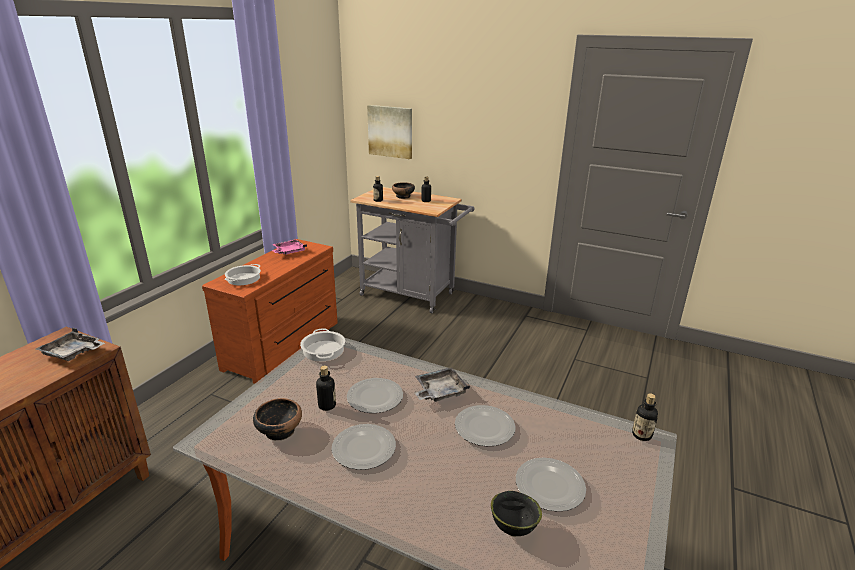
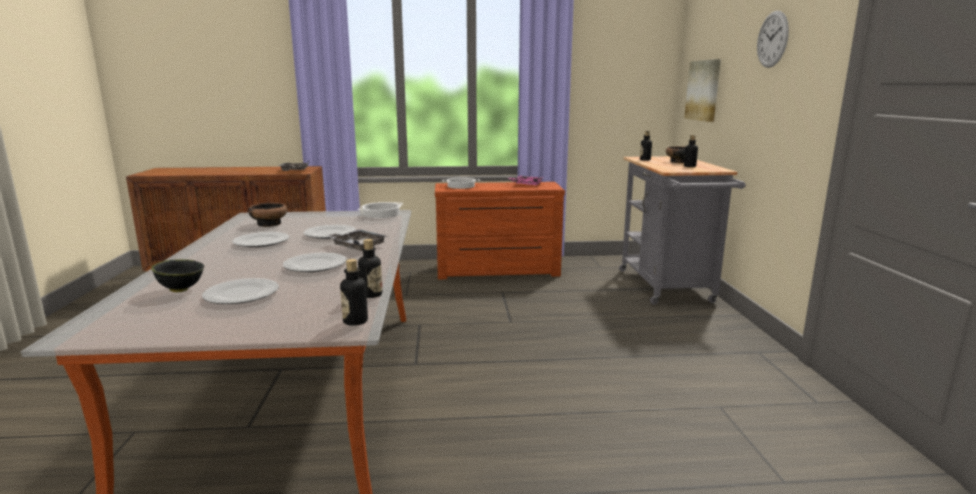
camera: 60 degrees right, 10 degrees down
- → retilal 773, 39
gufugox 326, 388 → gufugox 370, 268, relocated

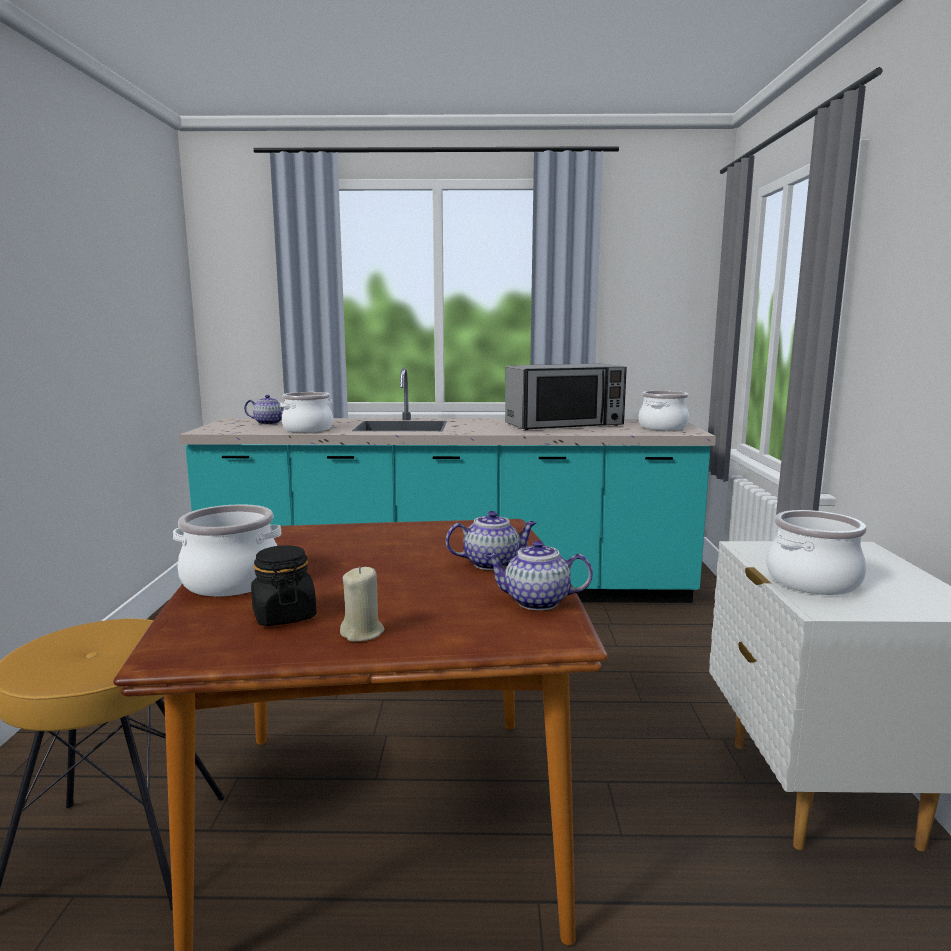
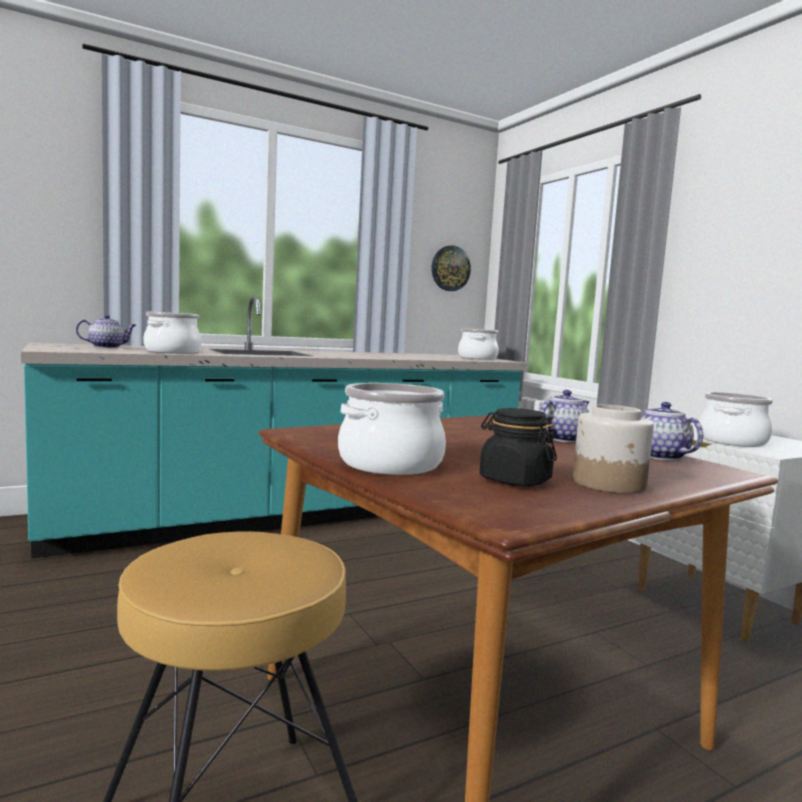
camera: 30 degrees left, 5 degrees down
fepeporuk 566, 397 → -
- → retilal 451, 268
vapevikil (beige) 362, 604 → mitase 613, 449
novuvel 539, 575 → novuvel 672, 431, 90 degrees clockwise

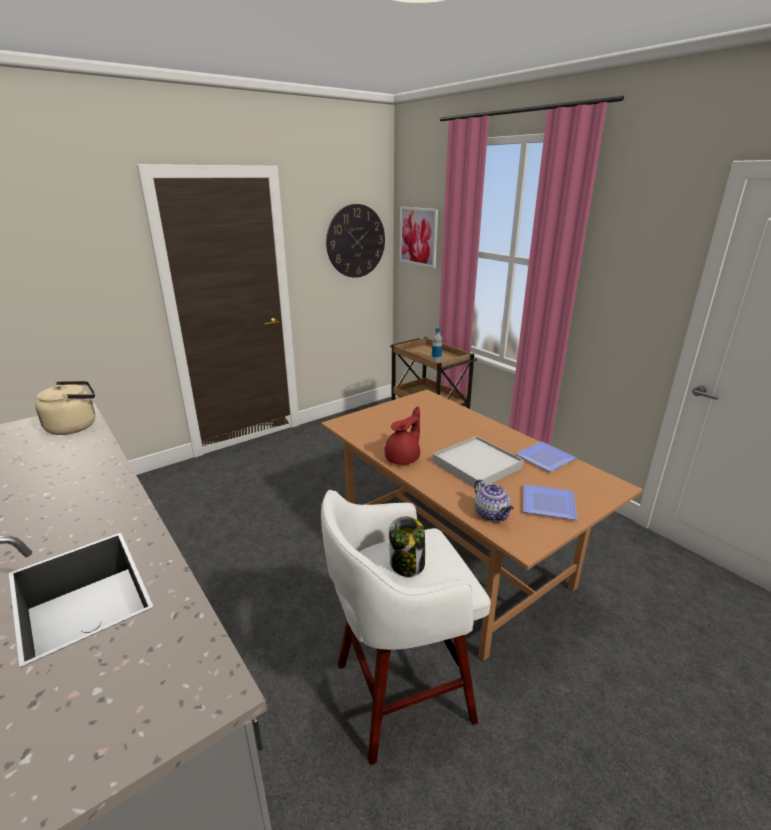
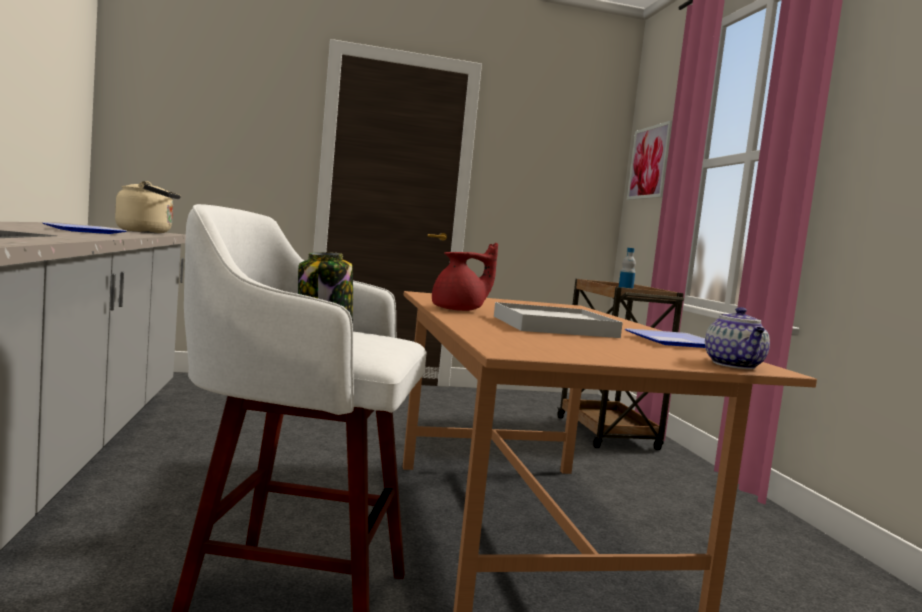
camera: 25 degrees right, 20 degrees down
retilal 355, 241 → -
novuvel 494, 500 → novuvel 737, 338, relocated
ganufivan 550, 502 → ganufivan 84, 228, relocated

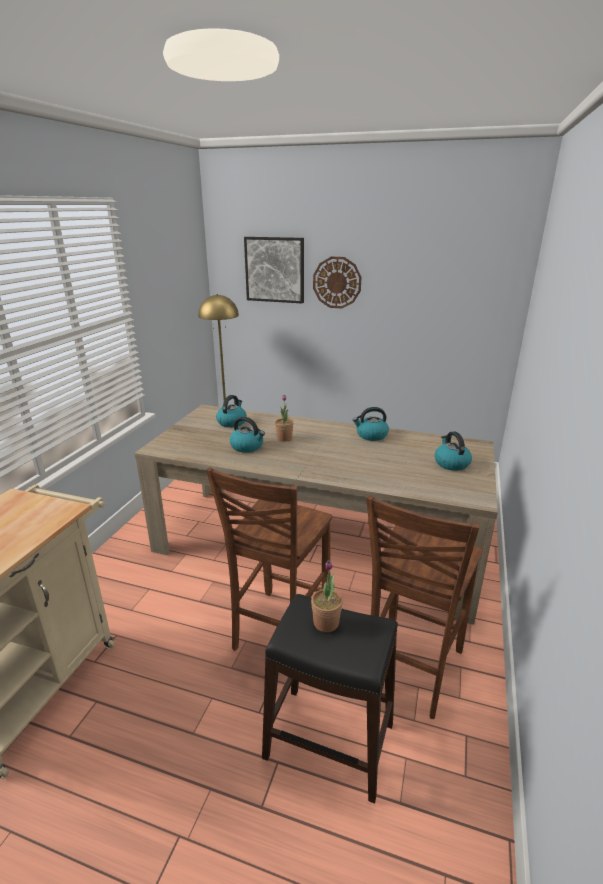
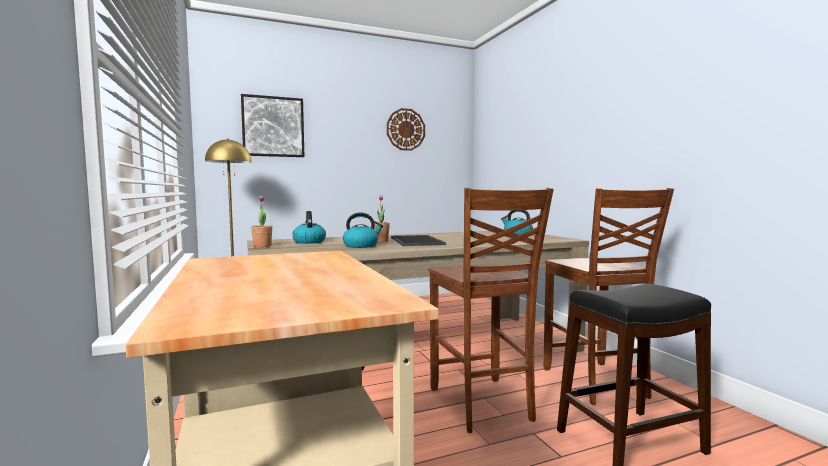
camera: 40 degrees left, 20 degrees down
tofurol 371, 424 → -
- → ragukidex 418, 240
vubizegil 327, 596 → vubizegil 261, 221, relocated
retilal 337, 282 → retilal 406, 129, relocated

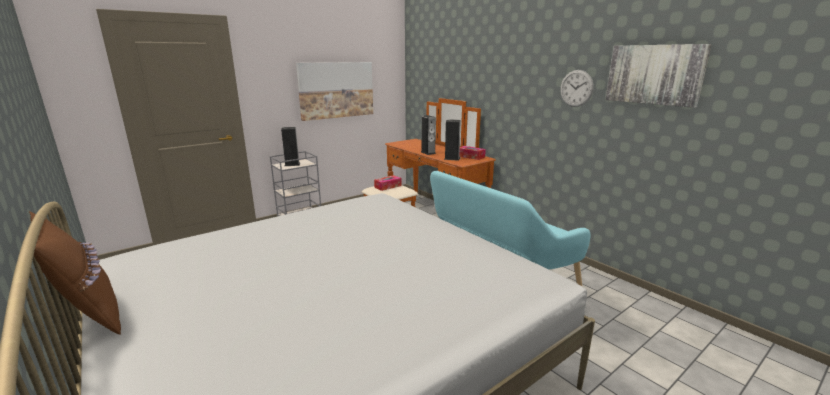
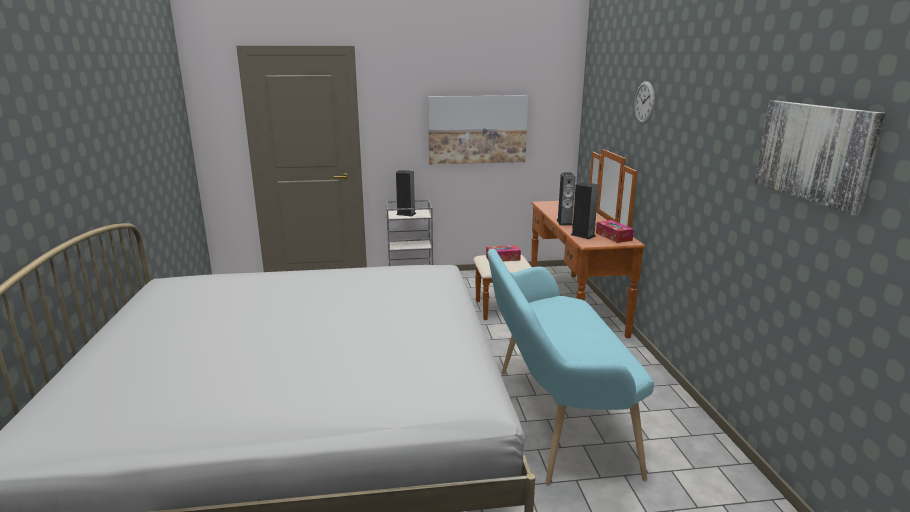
camera: 30 degrees right, 0 degrees up
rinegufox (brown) 75, 273 → -
retilal 577, 88 → retilal 644, 102, relocated

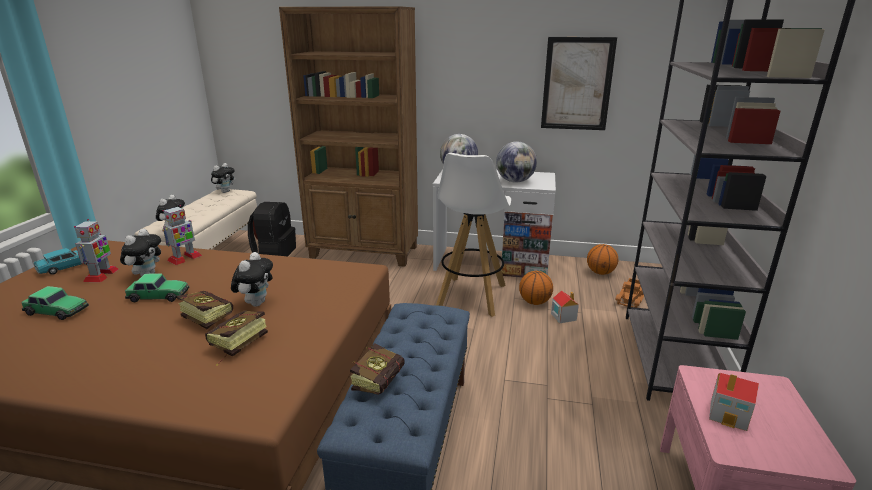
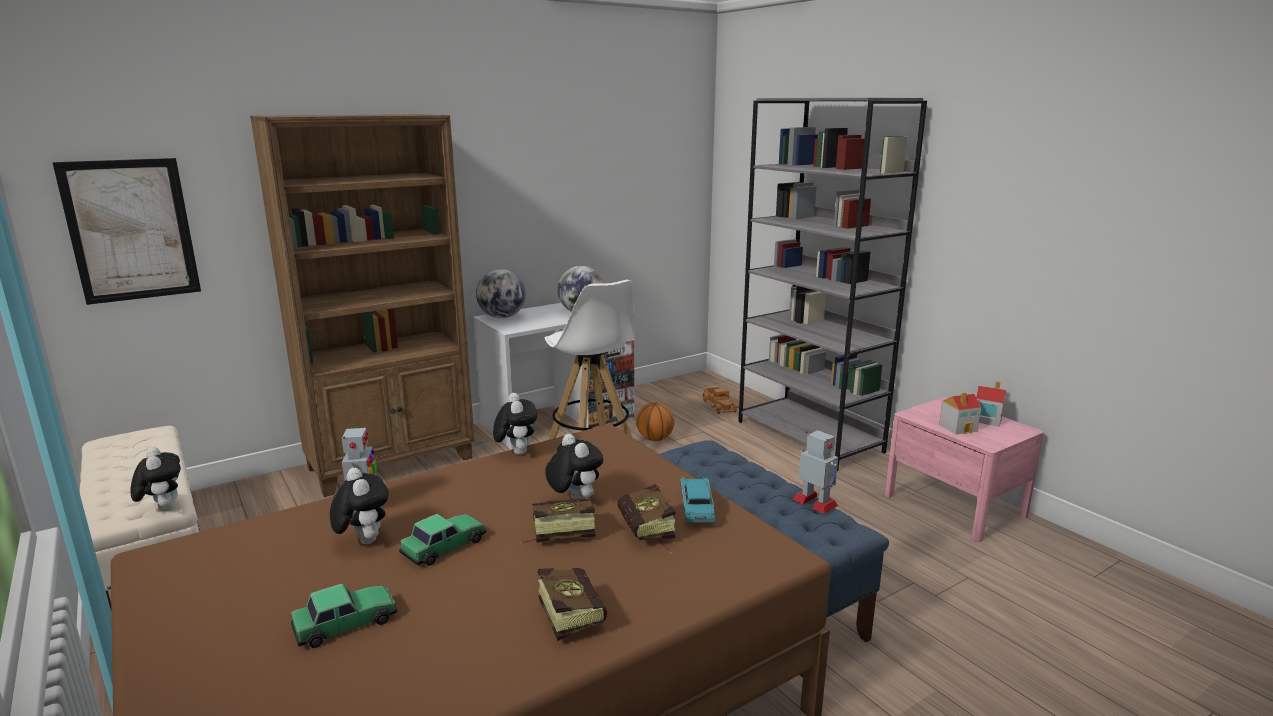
camera: 45 degrees left, 5 degrees down
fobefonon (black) 272, 229 → -
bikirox 602, 259 → -
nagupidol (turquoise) 60, 261 → nagupidol (turquoise) 698, 500, relocated
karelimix 96, 251 → karelimix 815, 472, relocated
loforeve 223, 178 → loforeve 515, 424, relocated
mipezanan 377, 369 → mipezanan 572, 604, relocated
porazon 579, 83 → porazon 126, 231, relocated
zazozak 565, 306 → zazozak 991, 404, relocated

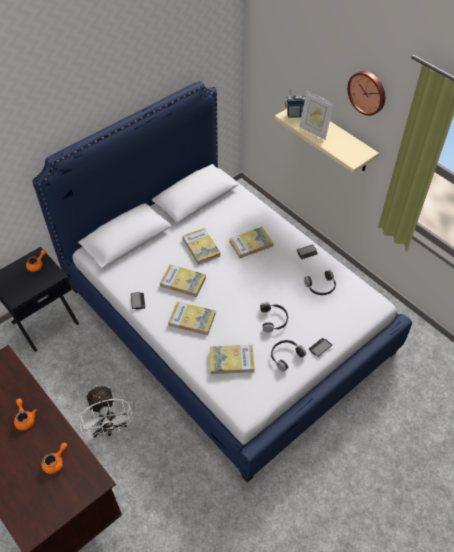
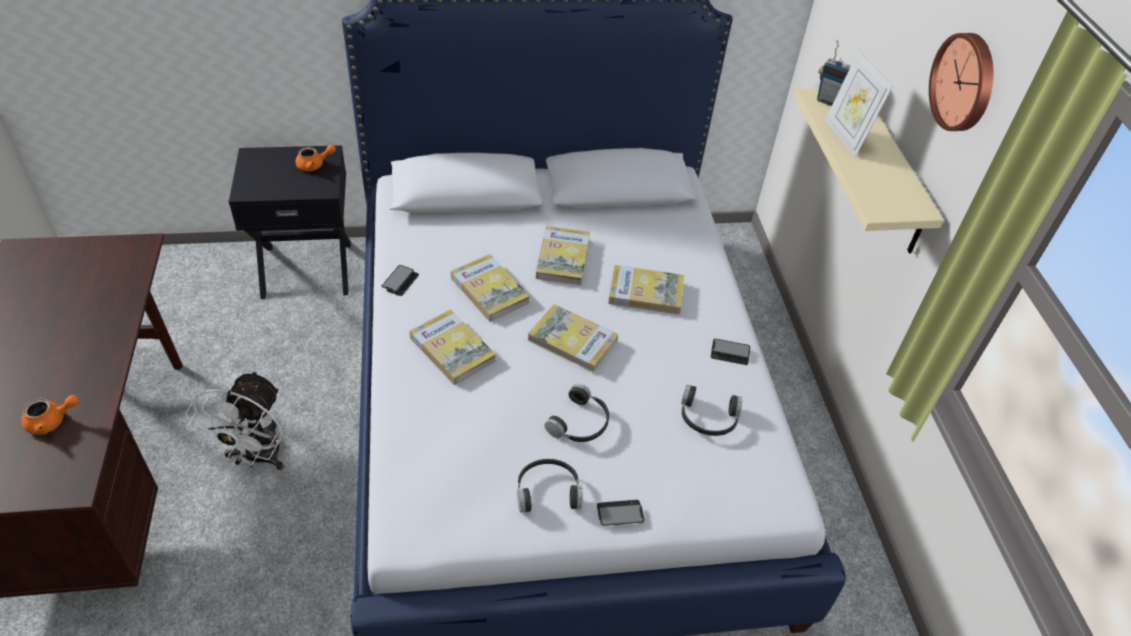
camera: 30 degrees right, 5 degrees down
novuvel (orange) 25, 414 → -
mipezanan 232, 359 → mipezanan 573, 338, relocated

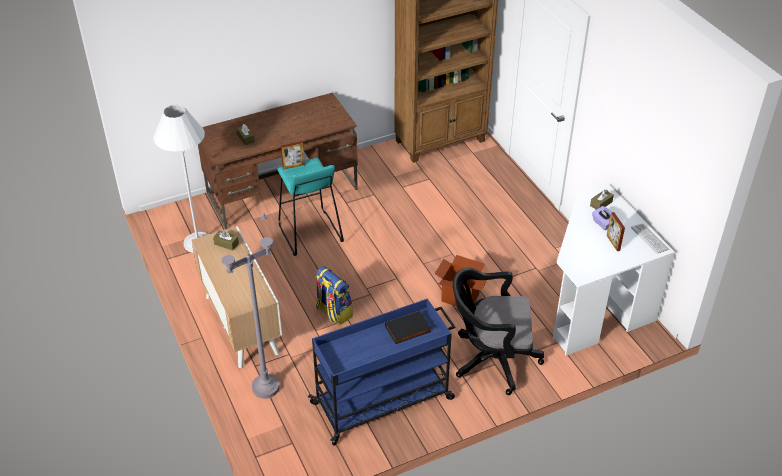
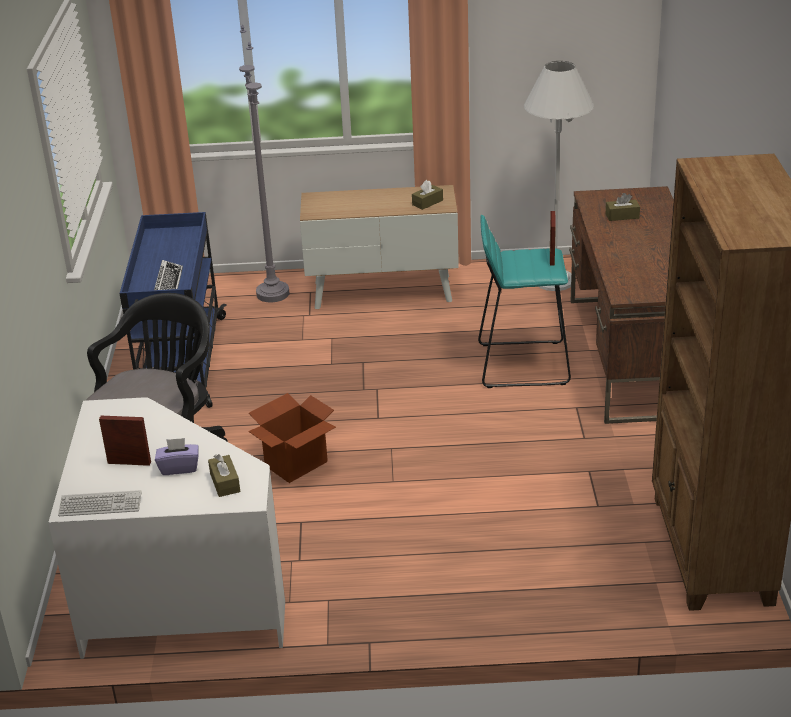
camera: 115 degrees right, 10 degrees down
fobefonon 334, 295 → -
mipezanan (black) 408, 327 → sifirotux 168, 275

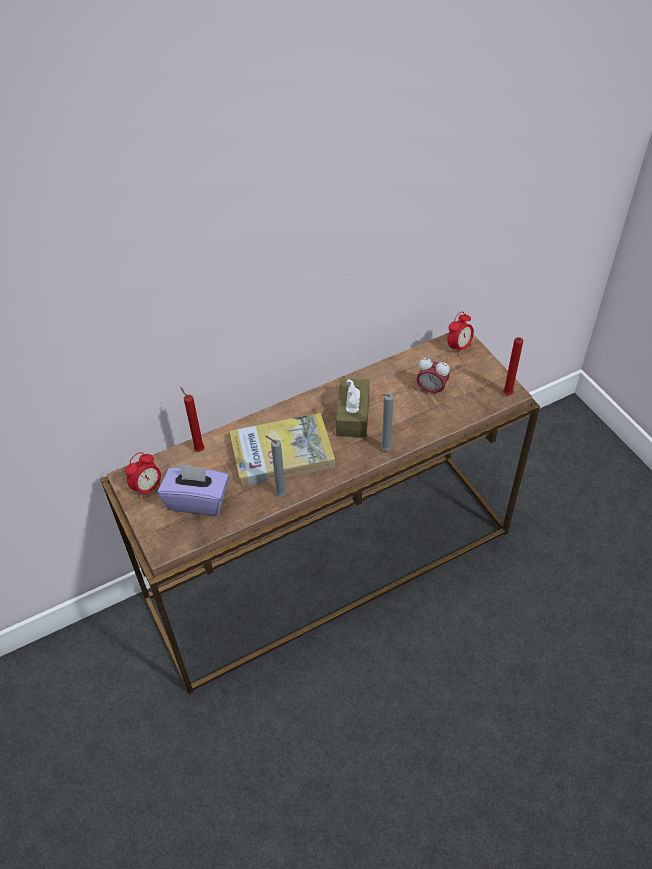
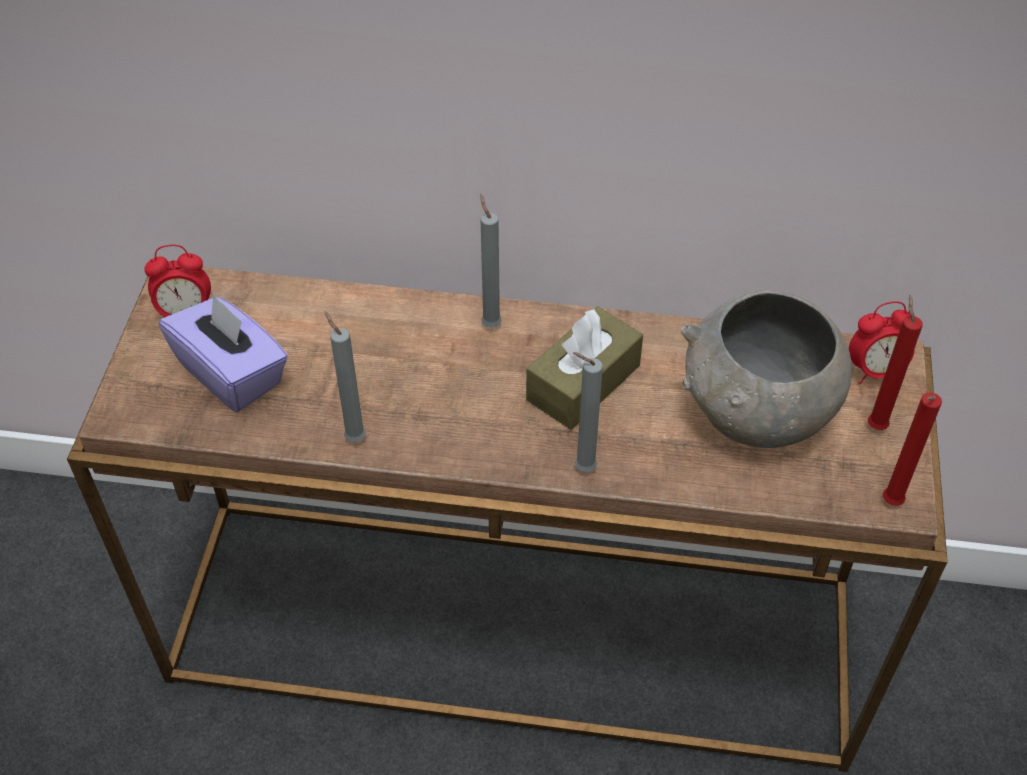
camera: 35 degrees right, 0 degrees up
mipezanan 282, 449 → -
- → vapevikil (grey) 491, 260
vapevikil (red) 192, 419 → vapevikil (red) 895, 362, relocated
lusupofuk 433, 376 → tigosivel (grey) 766, 369

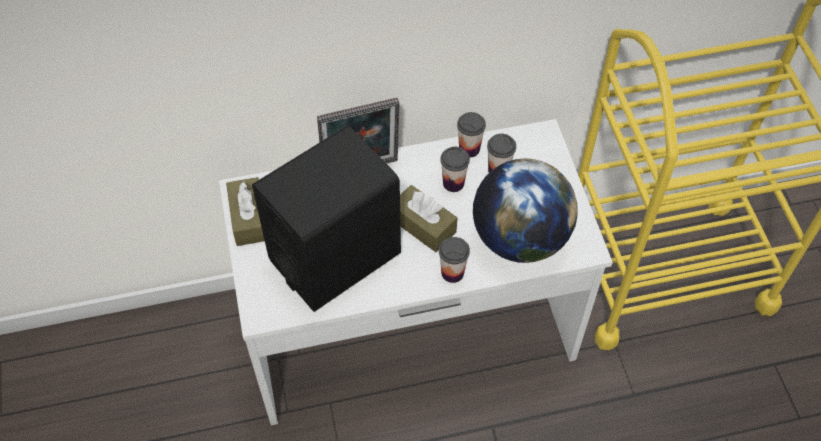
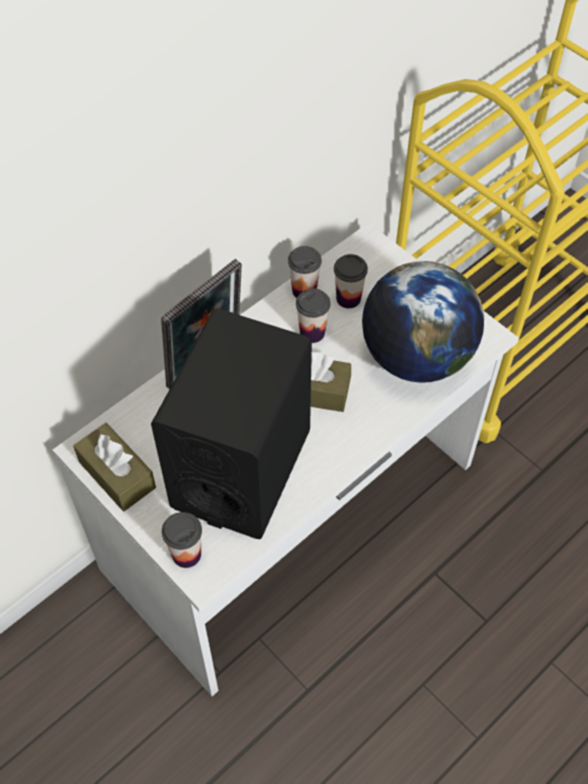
camera: 30 degrees left, 0 degrees up
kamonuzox 454, 260 → kamonuzox 182, 540, relocated

